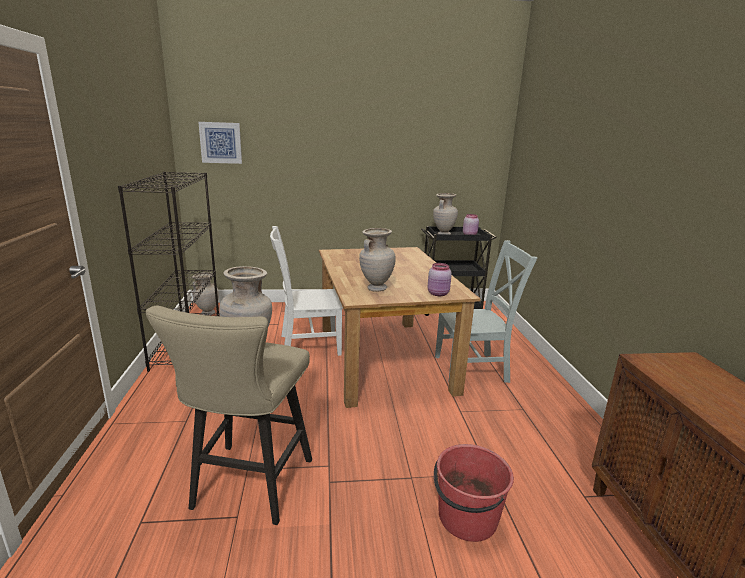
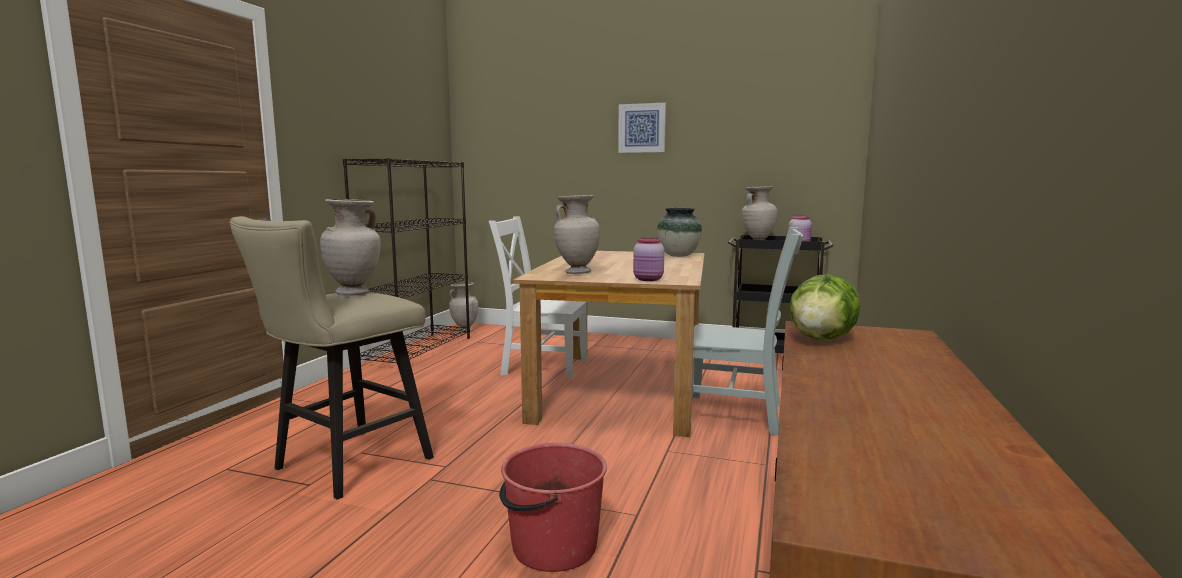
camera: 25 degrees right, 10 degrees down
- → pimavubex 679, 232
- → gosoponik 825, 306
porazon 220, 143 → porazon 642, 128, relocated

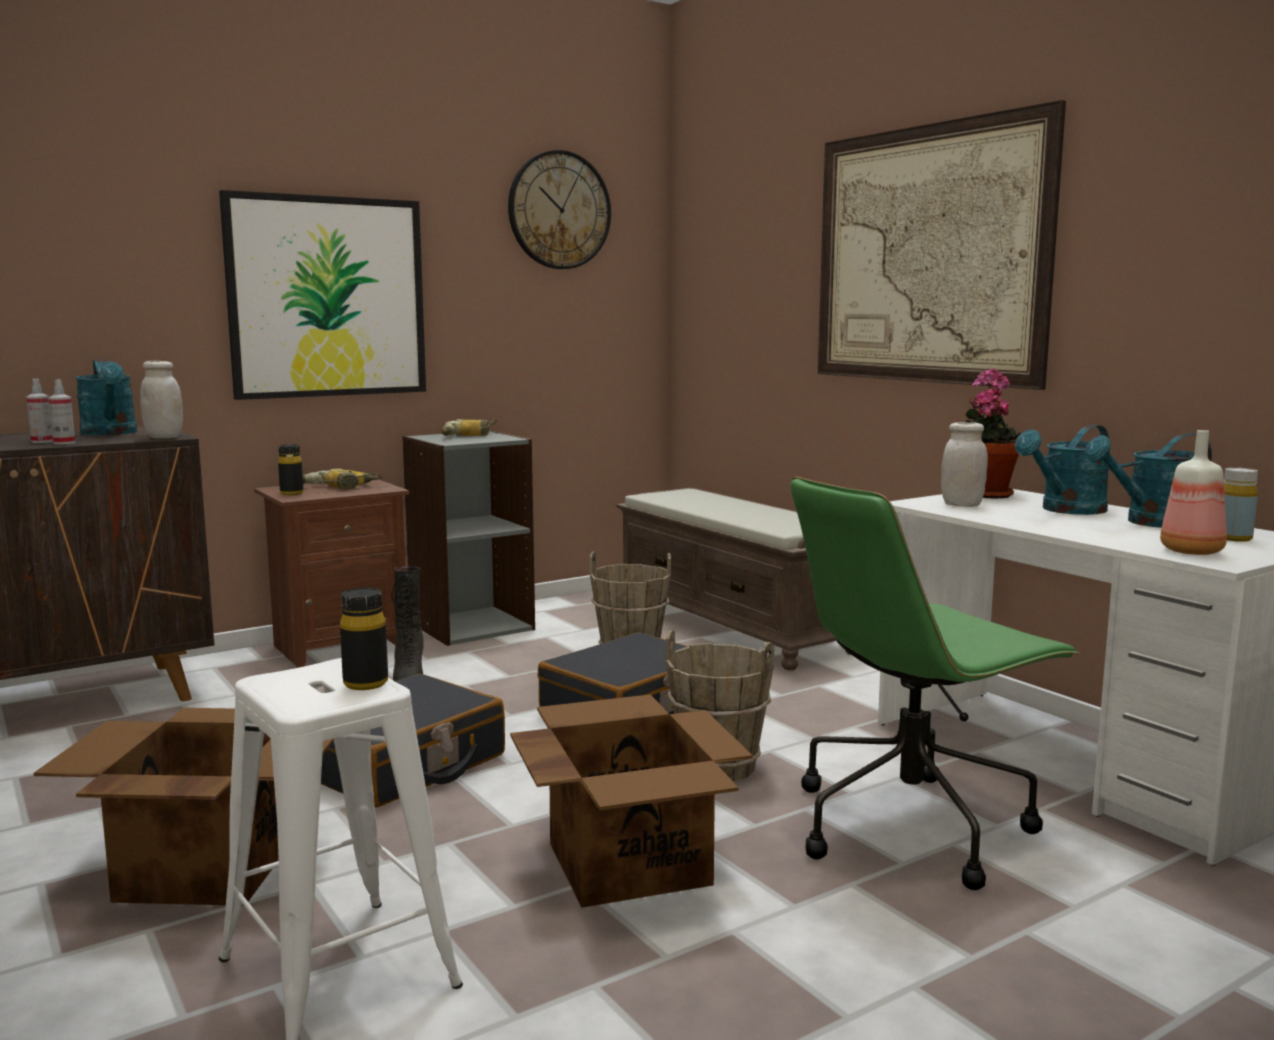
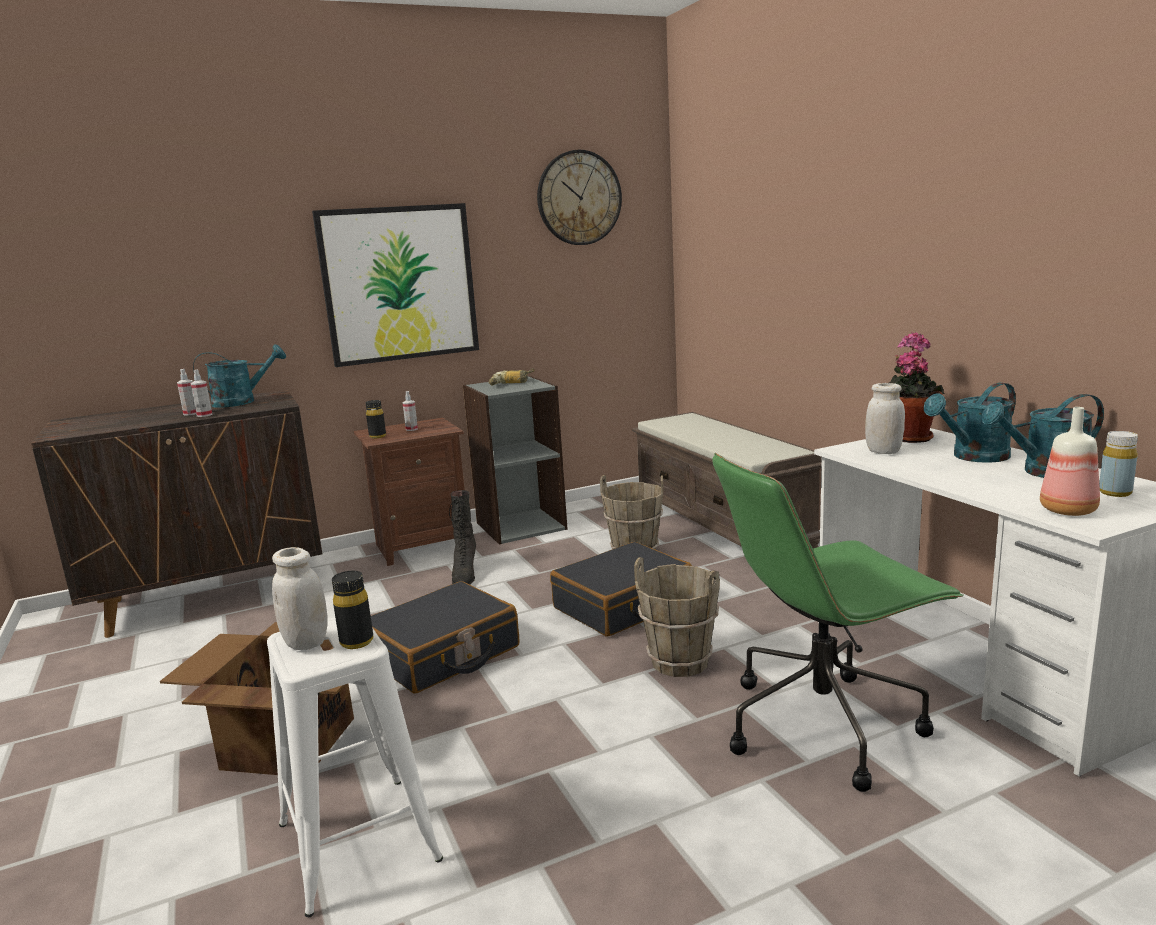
camera: 10 degrees right, 5 degrees up
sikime 631, 801 → -
porazon 942, 245 → -
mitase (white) 161, 400 → mitase (white) 300, 598, relocated
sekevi 342, 479 → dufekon 410, 411
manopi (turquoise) 106, 397 → manopi (turquoise) 239, 376, 90 degrees counterclockwise

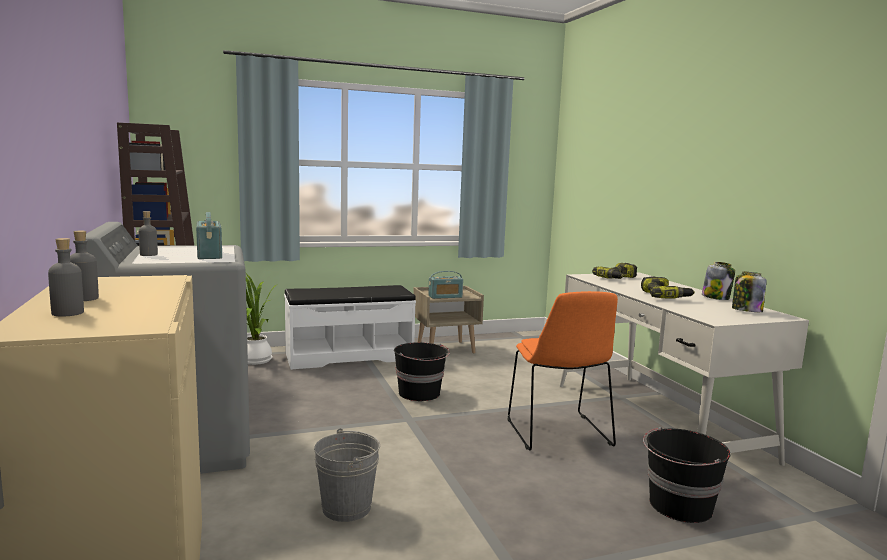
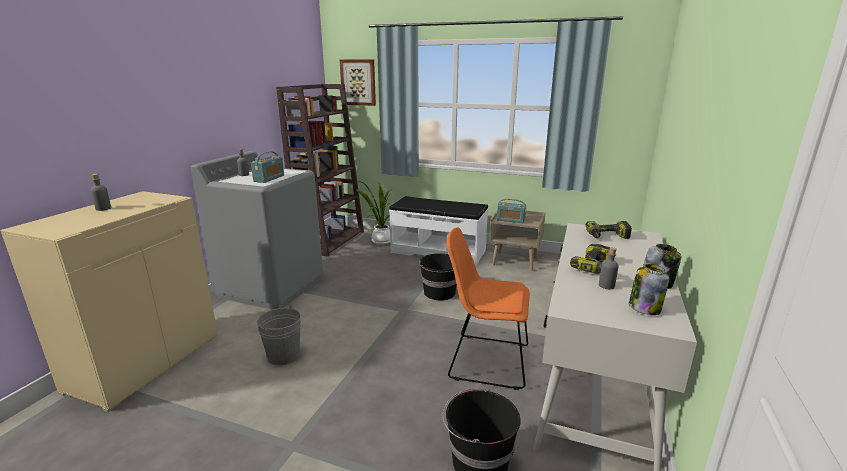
camera: 40 degrees right, 10 degrees up
- → porazon 358, 82
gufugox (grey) 66, 277 → gufugox (grey) 609, 268, relocated
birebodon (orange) 563, 371 → birebodon (orange) 488, 308, 75 degrees clockwise

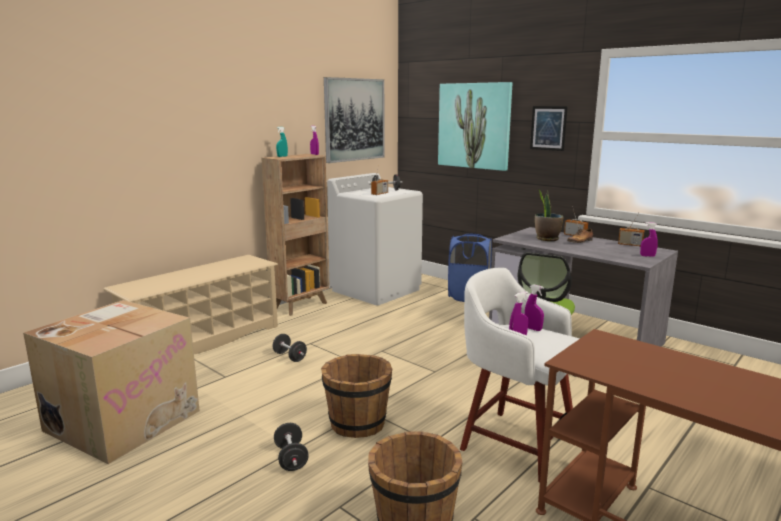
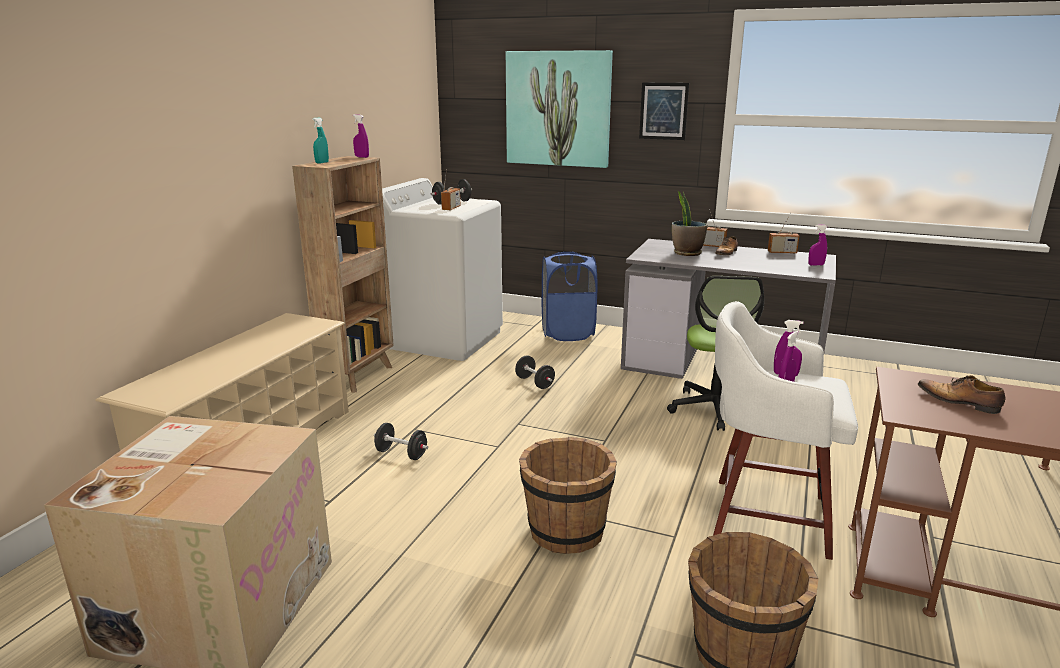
camera: 20 degrees left, 5 degrees up
porazon 354, 120 → -
- → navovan 962, 394
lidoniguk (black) 291, 447 → lidoniguk (black) 535, 372, relocated

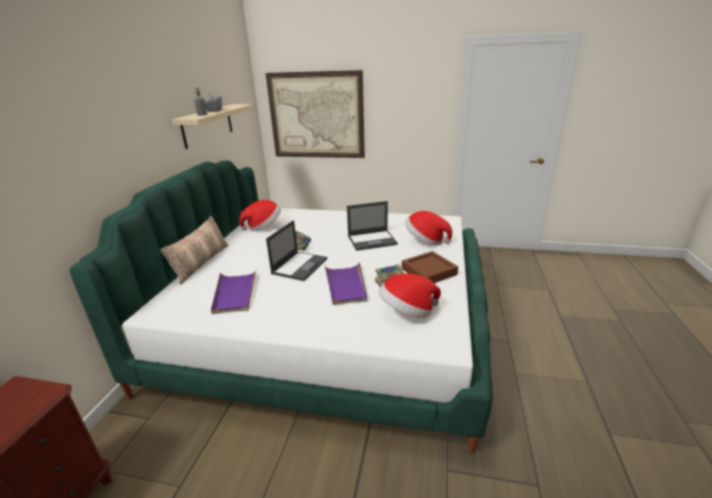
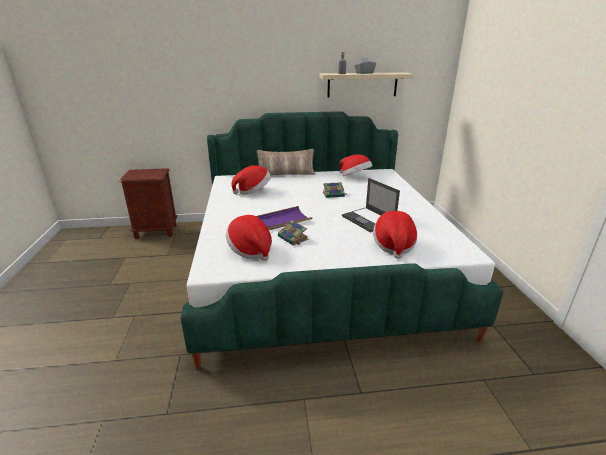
camera: 70 degrees right, 0 degrees up
porazon 315, 114 → -
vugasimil 296, 250 → -
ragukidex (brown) 430, 267 → -
ragukidex (purple) 234, 291 → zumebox 251, 180

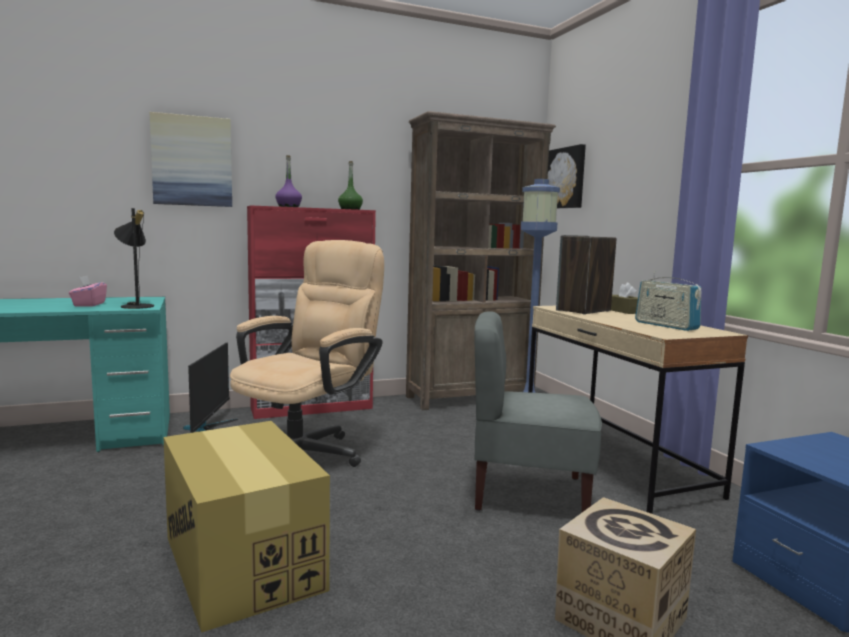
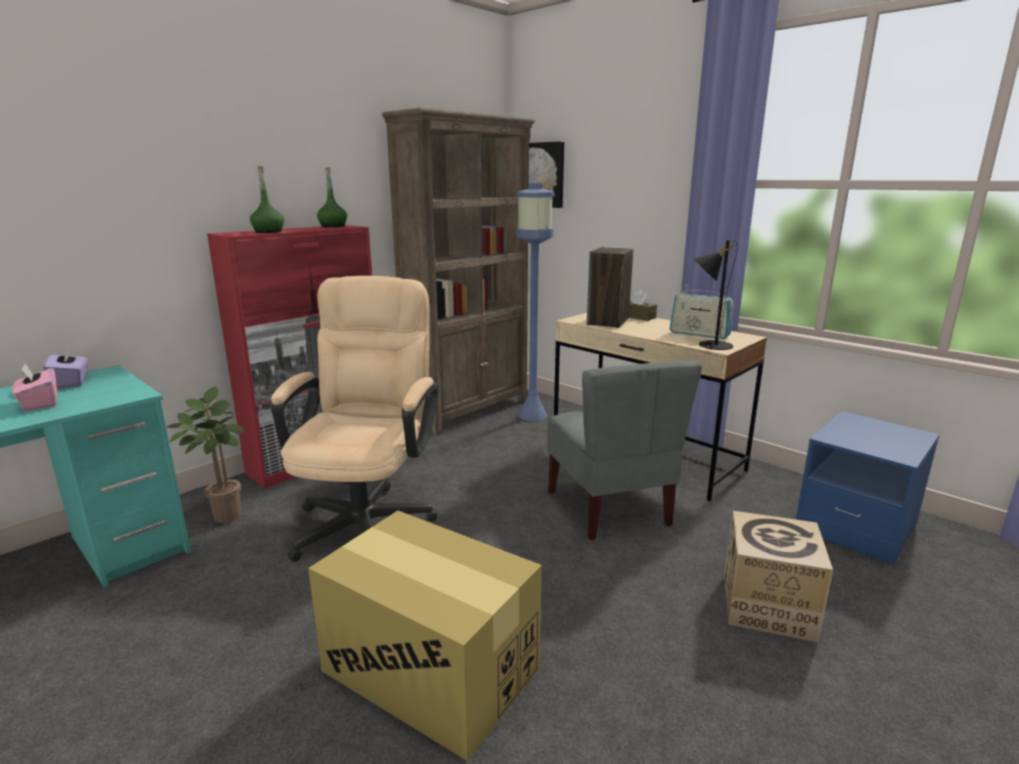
camera: 25 degrees left, 10 degrees up
porazon 191, 159 → -
- → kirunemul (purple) 65, 367
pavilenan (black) 134, 258 → pavilenan (black) 715, 295, relocated
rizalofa 210, 388 → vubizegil 205, 455
gufugox (purple) 288, 181 → gufugox (green) 267, 199
birebodon (grey) 538, 411 → birebodon (grey) 625, 450, 90 degrees counterclockwise

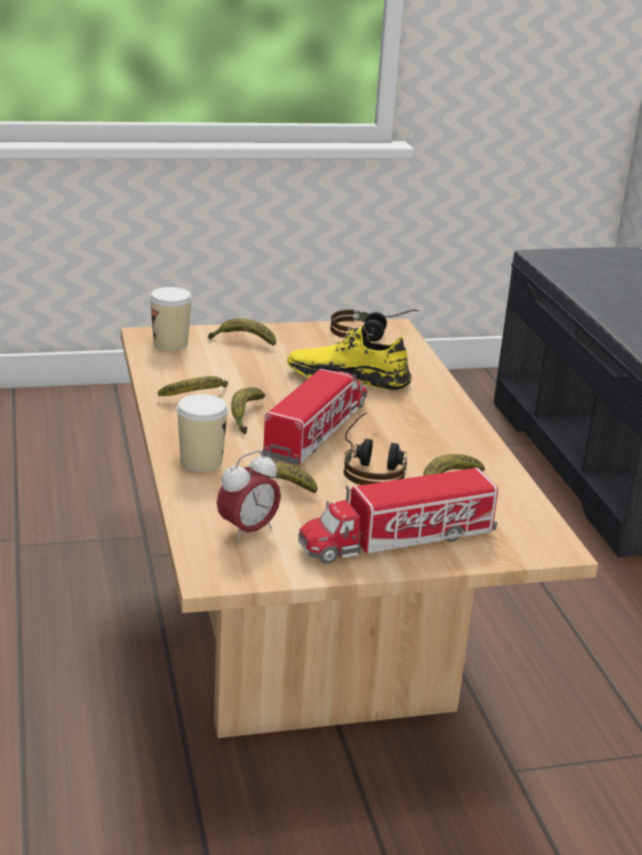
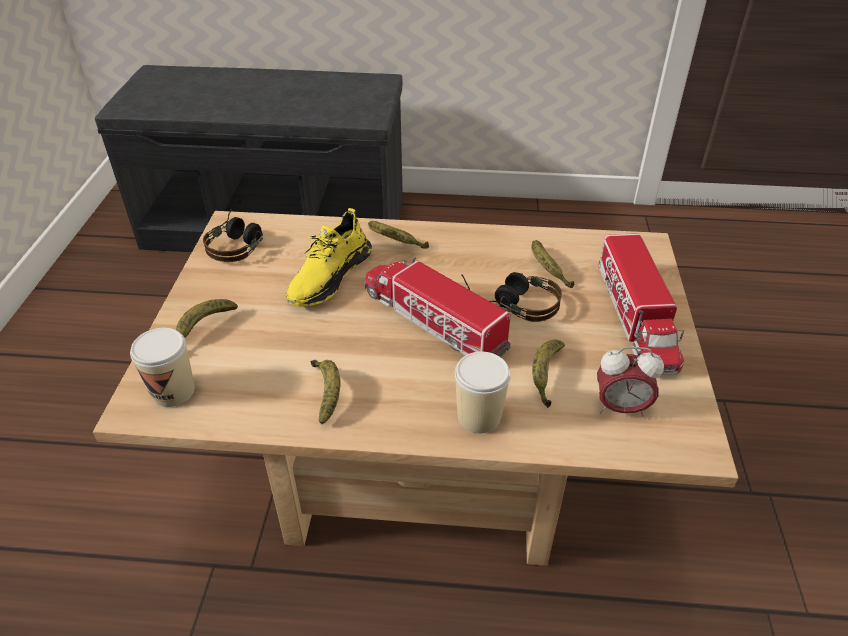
camera: 70 degrees left, 15 degrees up
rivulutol 248, 411 → rivulutol 398, 235, relocated
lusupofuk 249, 496 → lusupofuk 630, 381, 120 degrees clockwise

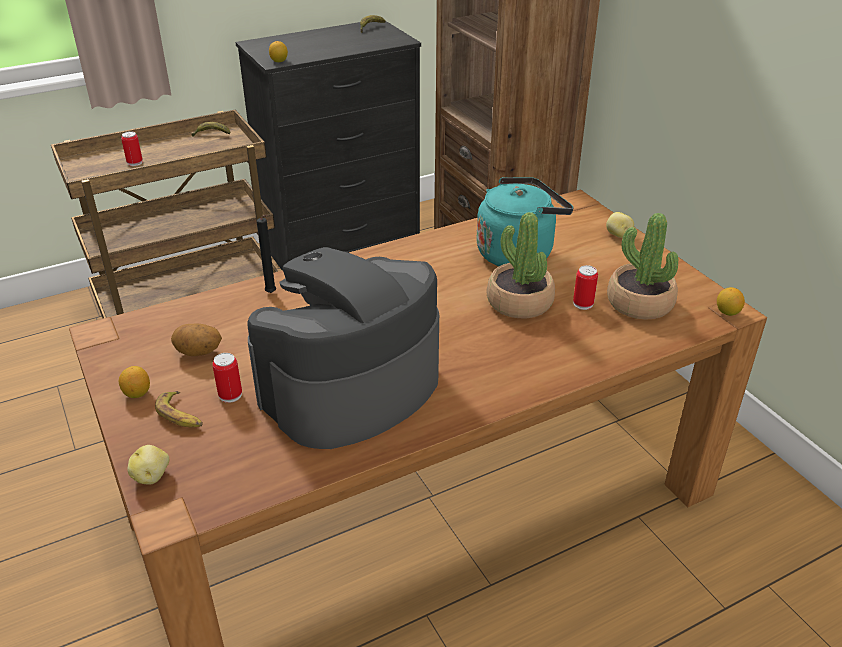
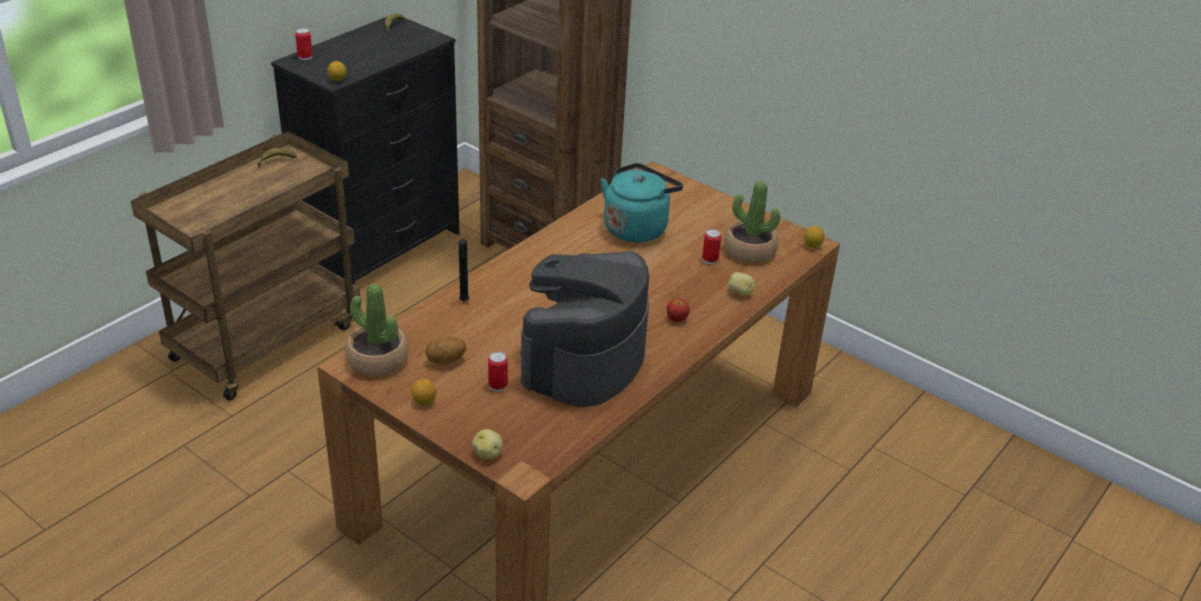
camera: 25 degrees left, 0 degrees up
rivulutol 179, 409 → -
- → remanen 678, 310
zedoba 132, 148 → zedoba 304, 44, relocated
vubizegil 521, 265 → vubizegil 377, 330, relocated
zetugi 620, 225 → zetugi 741, 284, relocated

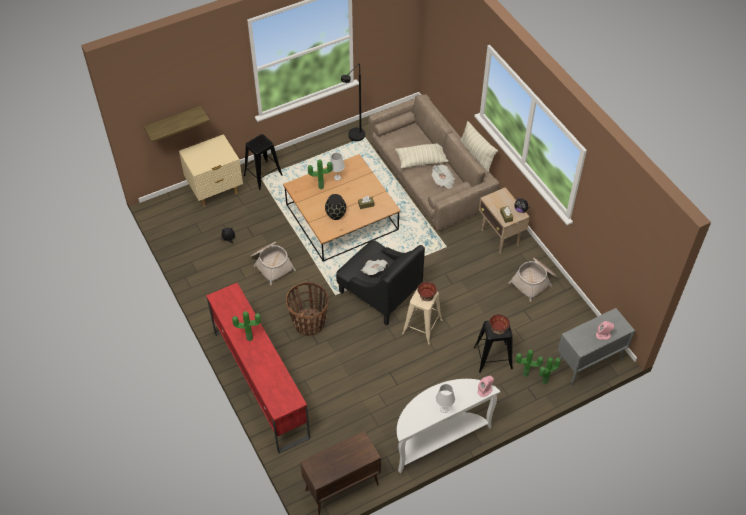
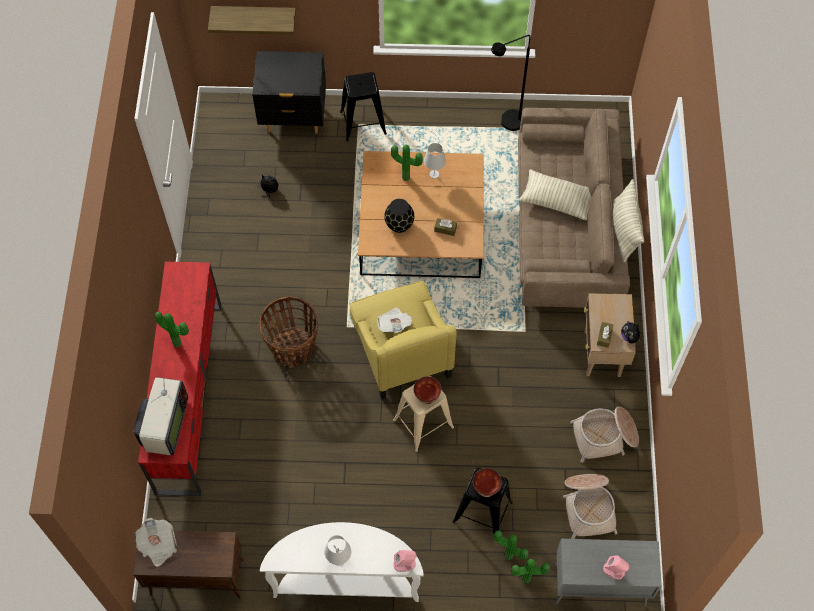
camera: 30 degrees right, 10 degrees up
- → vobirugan 161, 410
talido 273, 263 → talido 590, 506, relocated
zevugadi 443, 176 → zevugadi 156, 542, relocated
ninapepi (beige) 211, 170 → ninapepi (black) 289, 92
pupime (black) 380, 283 → pupime (yellow) 403, 340

